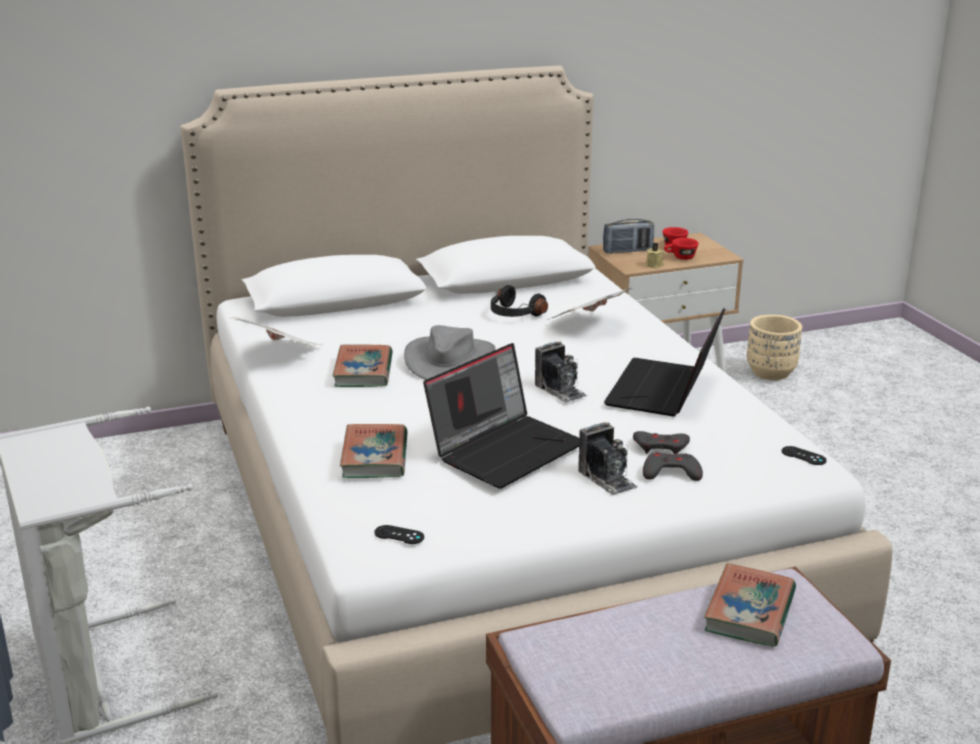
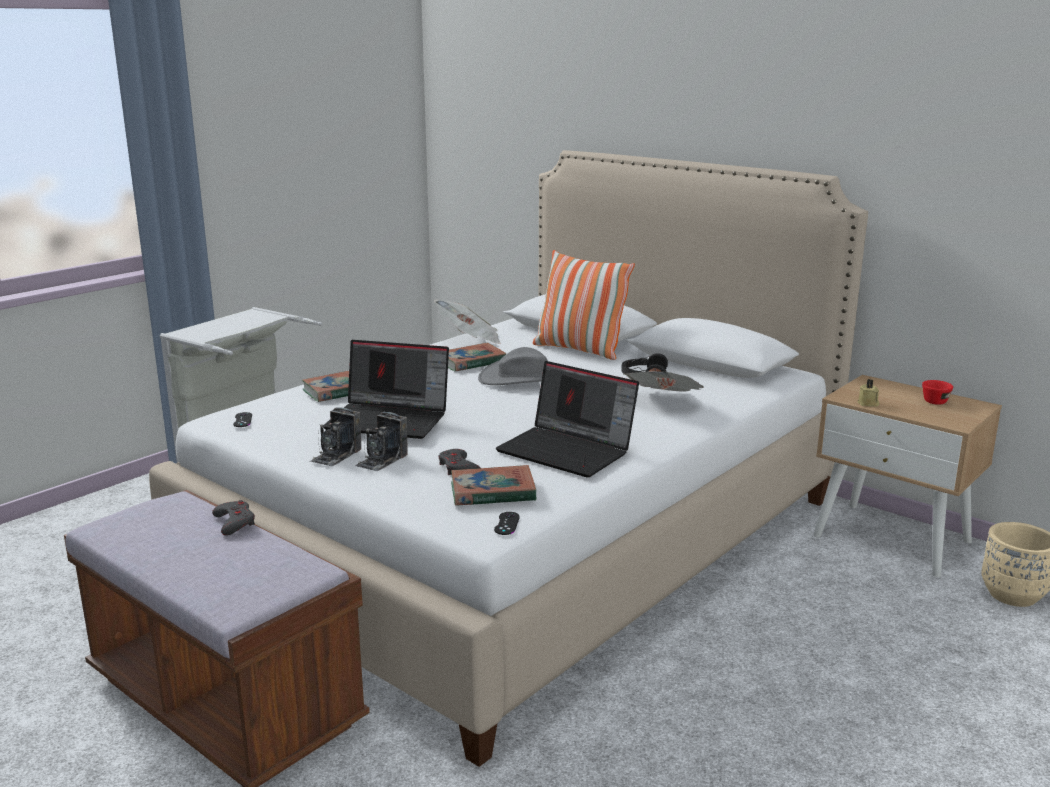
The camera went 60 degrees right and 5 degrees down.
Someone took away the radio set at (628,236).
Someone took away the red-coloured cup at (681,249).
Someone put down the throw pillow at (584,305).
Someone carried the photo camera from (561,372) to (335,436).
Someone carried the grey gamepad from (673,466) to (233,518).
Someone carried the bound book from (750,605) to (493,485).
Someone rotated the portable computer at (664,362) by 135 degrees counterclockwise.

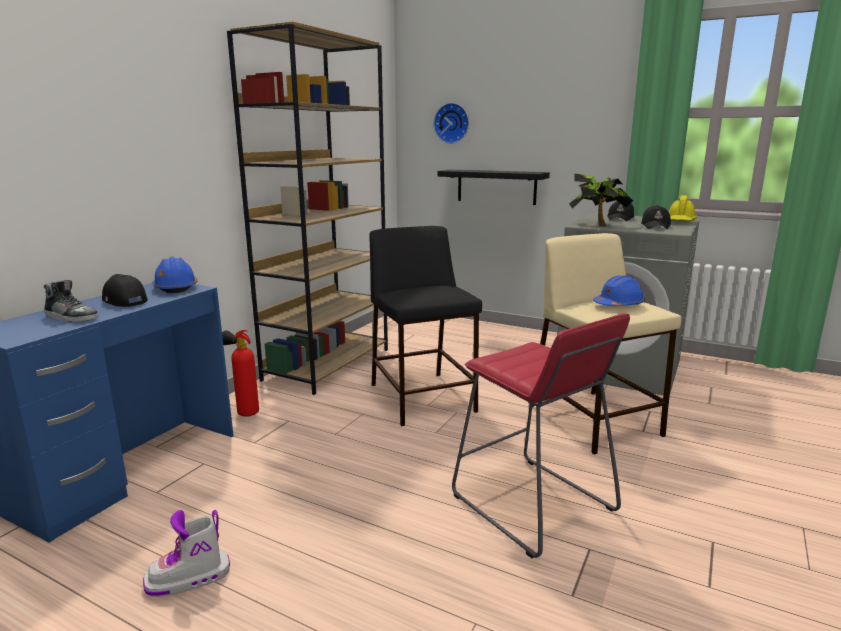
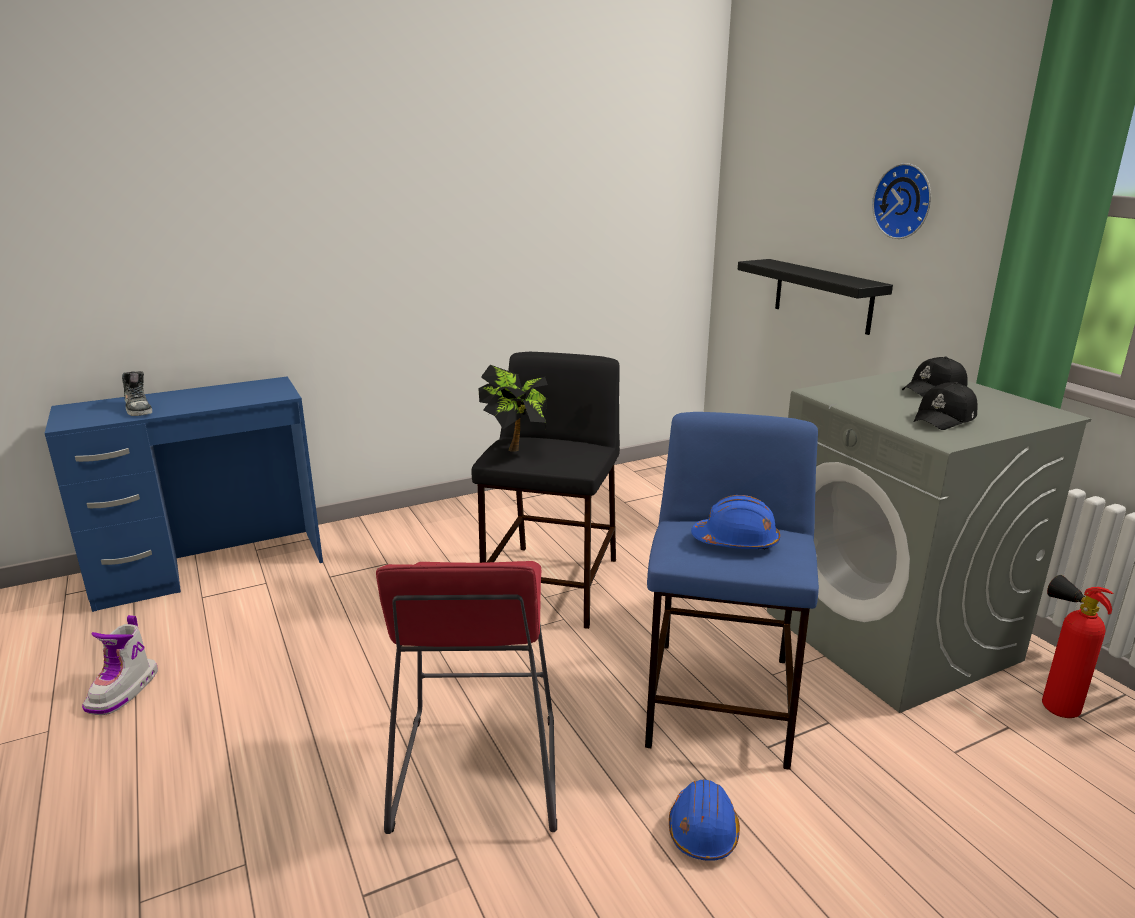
The camera went 35 degrees right and 5 degrees up.
Someone took away the black-coloured peaked cap at (125,290).
Someone took away the brown-coloured bookshelf at (307,208).
Someone took away the yellowish work helmet at (683,208).
Someone carried the blue-coloured work helmet from (175,275) to (704,820).
Someone carried the fire-fighting cylinder from (240,373) to (1077,646).
Someone carried the clock on the wall from (451,123) to (901,201).
Someone carried the potted plant from (601,199) to (513,408).
Someone repainted the beige-coloured sitting stool at (605,344), which became the blue-coloured sitting stool at (732,591).
Someone rotated the tall boot at (186,553) by 90 degrees counterclockwise.

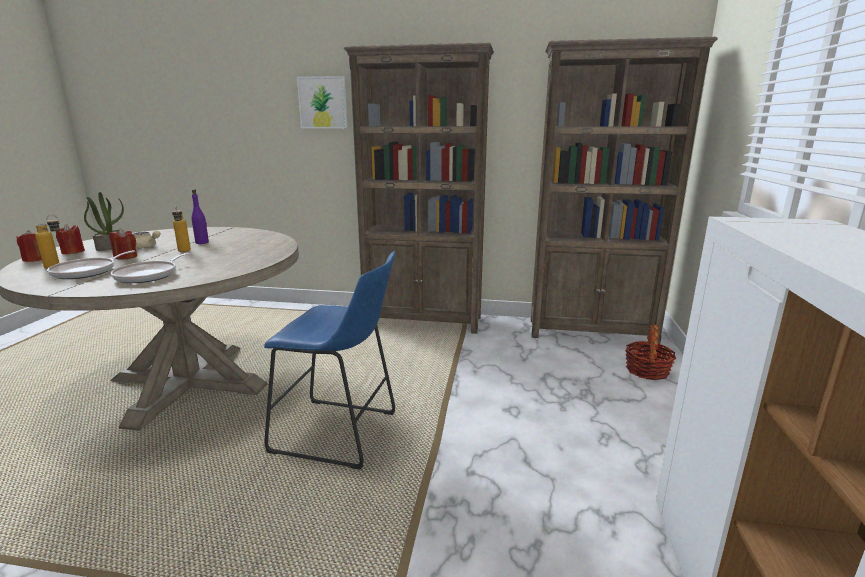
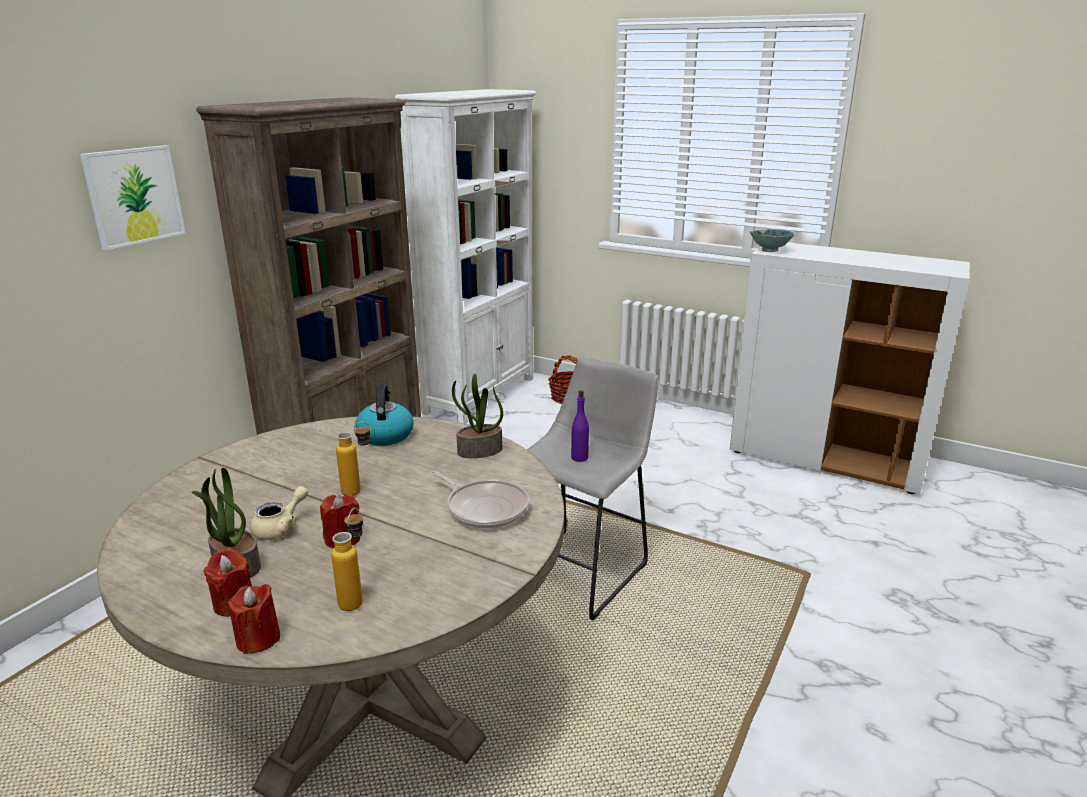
The camera went 70 degrees left and 5 degrees up.
Someone took away the skillet at (91,264).
Someone put down the kettle at (384,415).
Someone put down the potted plant at (477,416).
Someone put down the serving bowl at (772,240).
Someone carried the purple beverage bottle from (200,217) to (580,426).
Someone repainted the blue-coloured sitting stool at (330,360), which became the grey sitting stool at (592,489).
Someone repainted the brown-coloured bookshelf at (624,190), which became the white bookshelf at (465,256).

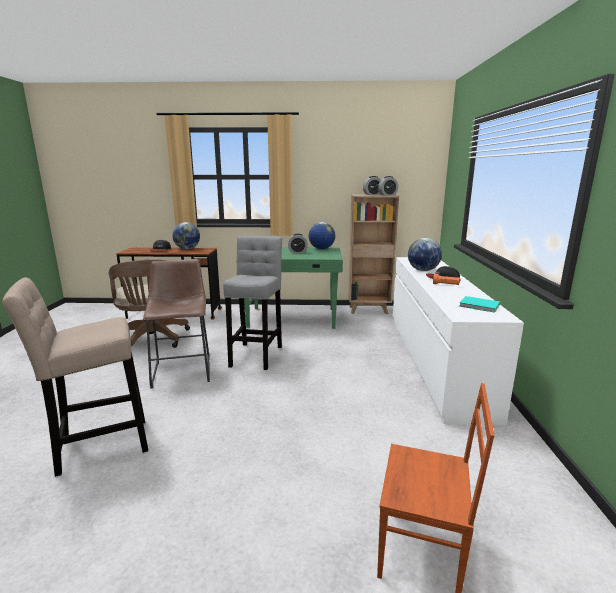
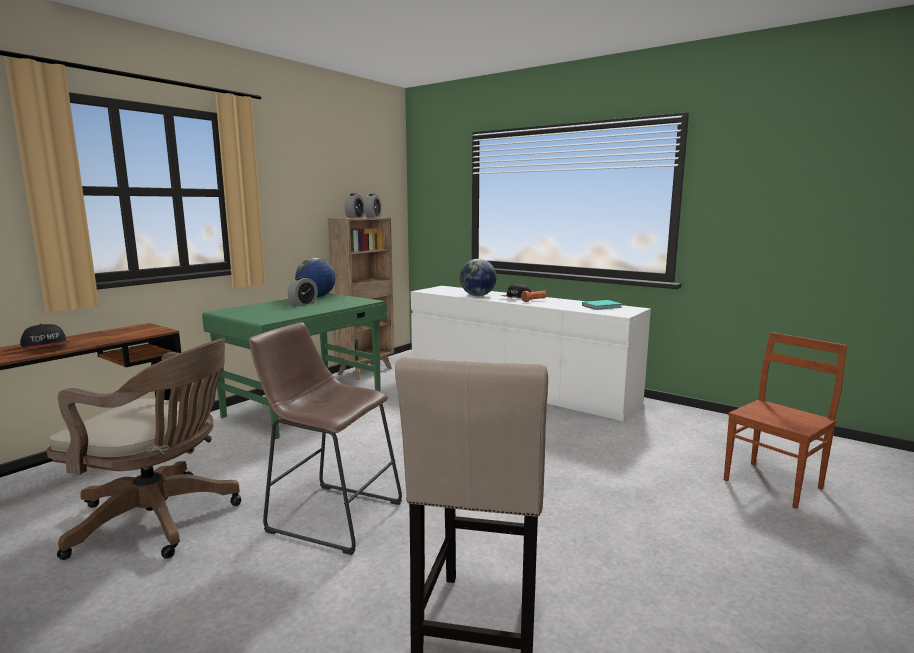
The camera went 55 degrees left and 5 degrees down.
Someone took away the world globe at (186,235).
Someone took away the grey sitting stool at (252,303).

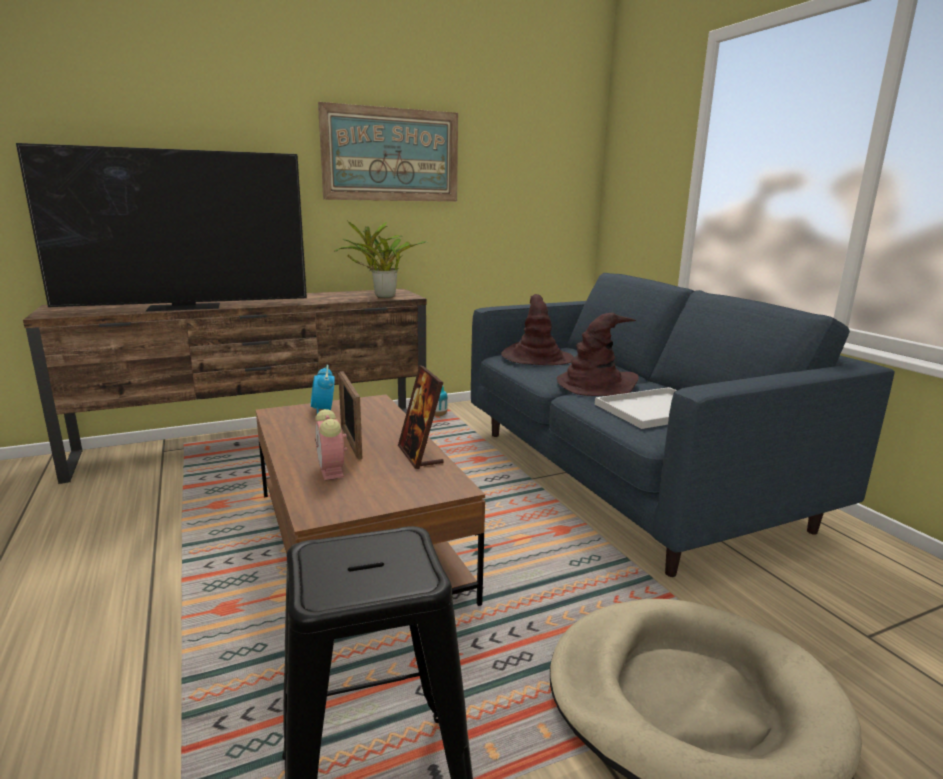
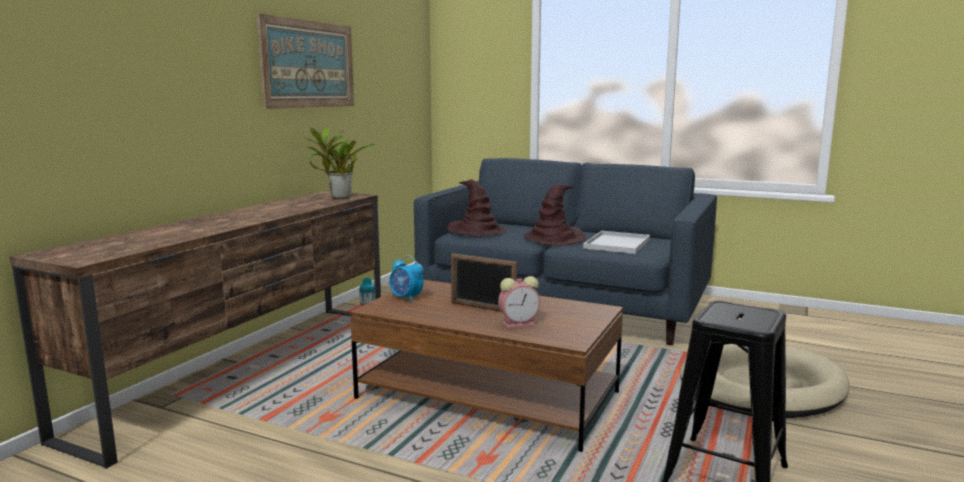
The camera went 40 degrees left and 5 degrees down.
Someone took away the television at (161,227).
Someone took away the standing frame at (421,417).
Someone rotated the bedside clock at (331,444) by 45 degrees counterclockwise.

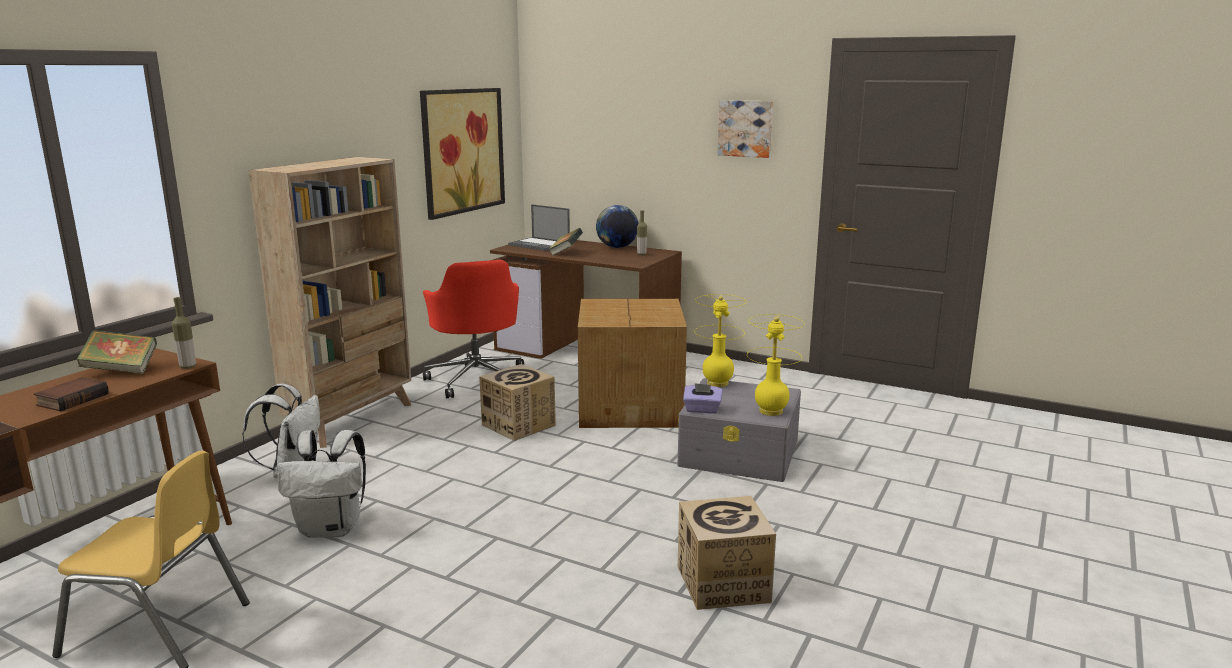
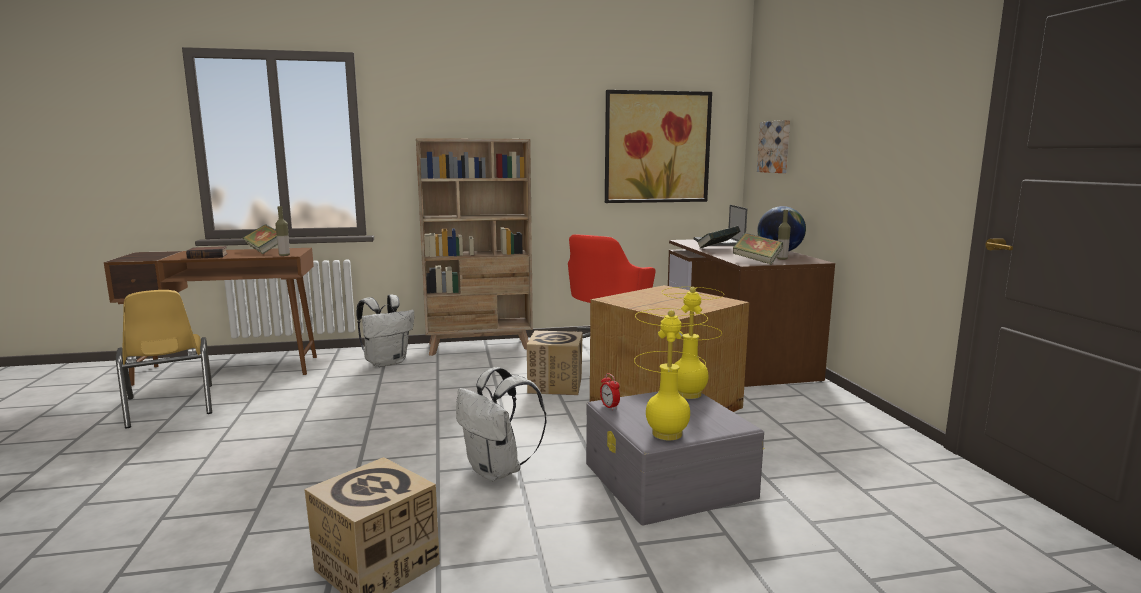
The camera went 50 degrees right and 5 degrees down.
Someone put down the bound book at (758,248).
Someone carried the white knapsack from (321,484) to (501,424).
Someone carried the wall art from (745,129) to (773,146).
Someone swapped the purple tissue box at (703,398) for the bedside clock at (610,391).

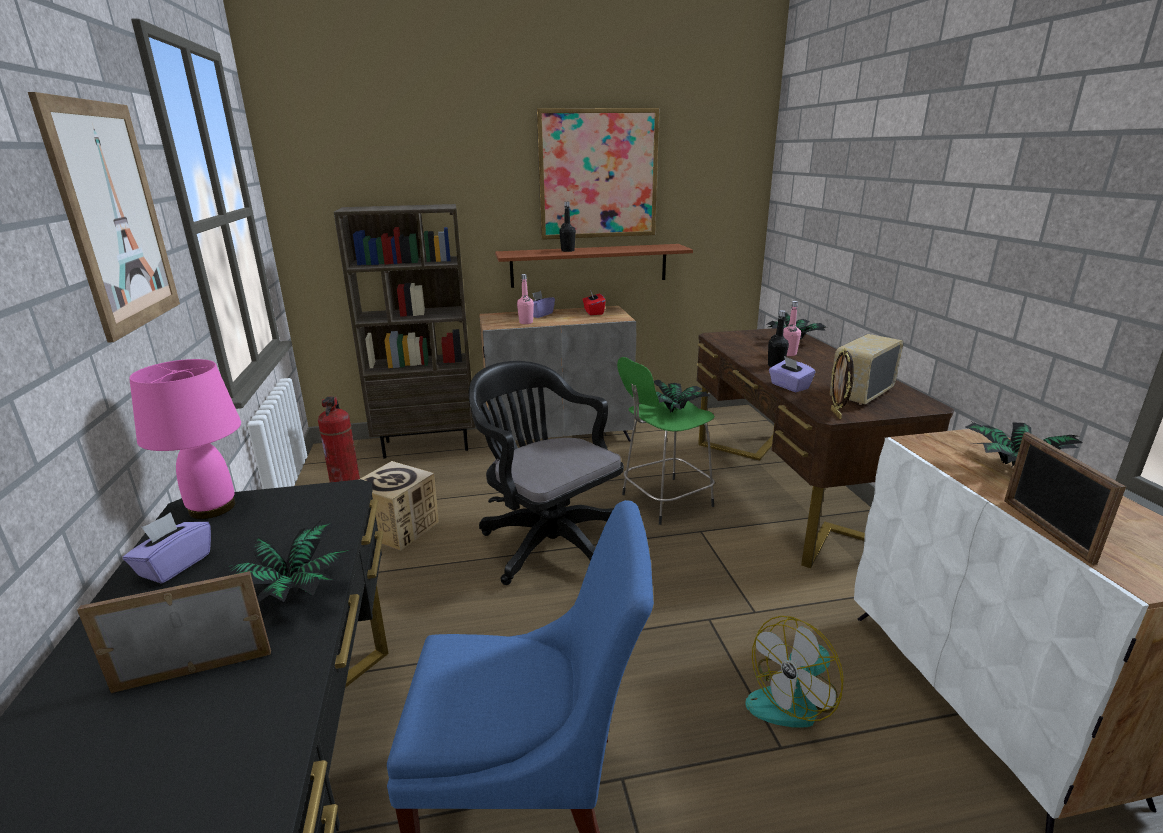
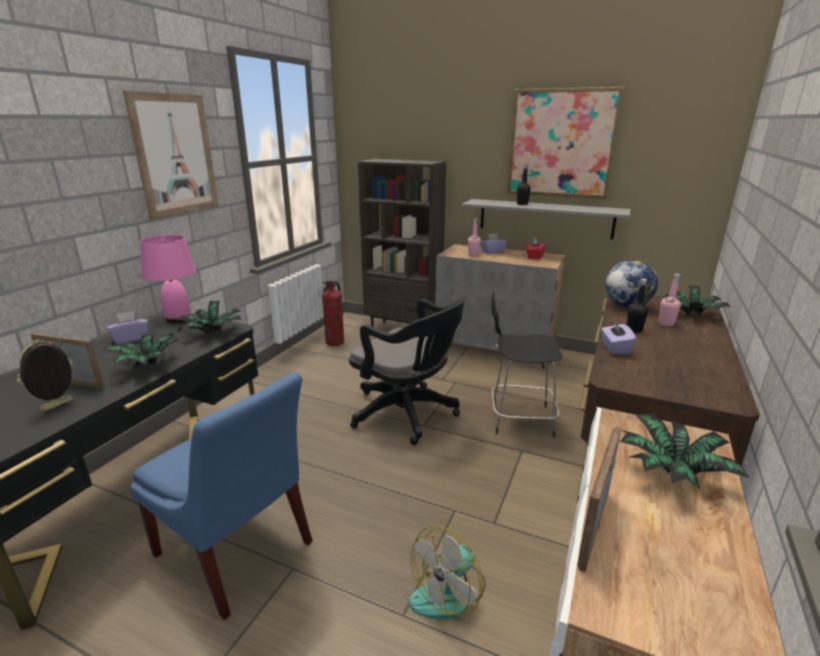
The camera went 35 degrees right and 0 degrees up.
Someone took away the packing box at (399,506).
Someone took away the radio set at (866,369).
Someone put down the world globe at (631,283).
Someone carried the potted plant from (682,397) to (209,317).
Someone carried the standing frame from (842,383) to (44,375).
Someone repainted the brown-coloured bracket shelf at (594,266), which became the grey bracket shelf at (546,219).
Someone repainted the greenish sitting stool at (666,441), which became the black-coloured sitting stool at (527,365).
Someone rotated the black-coloured computer chair at (546,473) by 135 degrees clockwise.
Someone rotated the fan at (794,672) by 45 degrees counterclockwise.

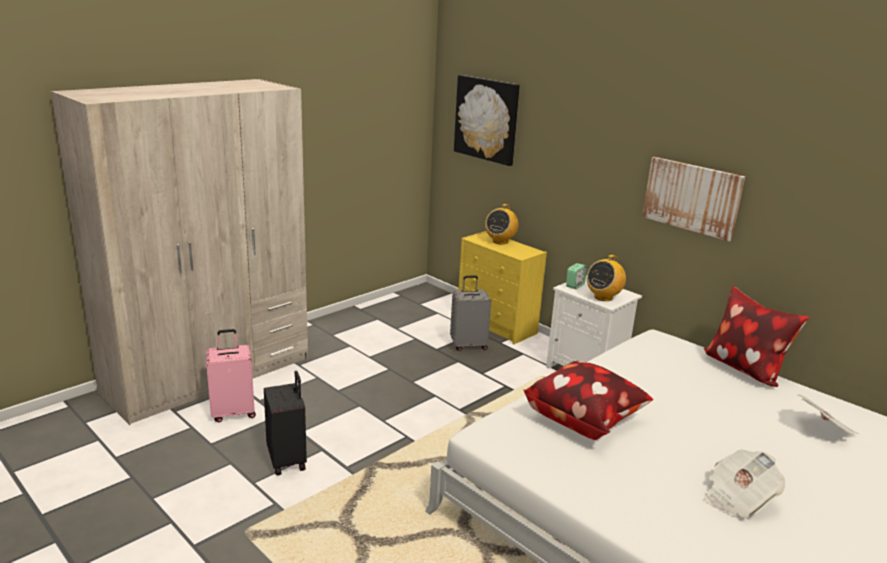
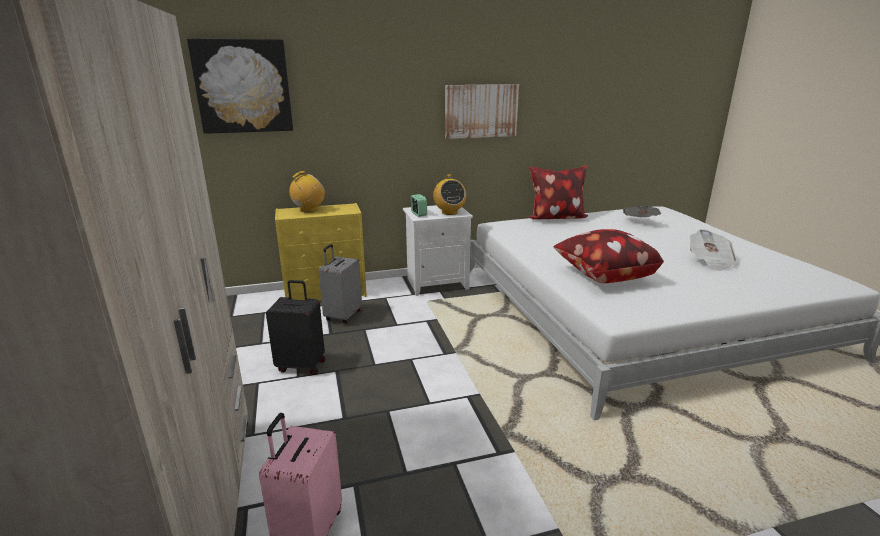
The camera went 60 degrees left and 0 degrees up.
Someone carried the black-coloured piece of luggage from (285,423) to (295,327).
Someone rotated the radio set at (501,224) by 105 degrees counterclockwise.

